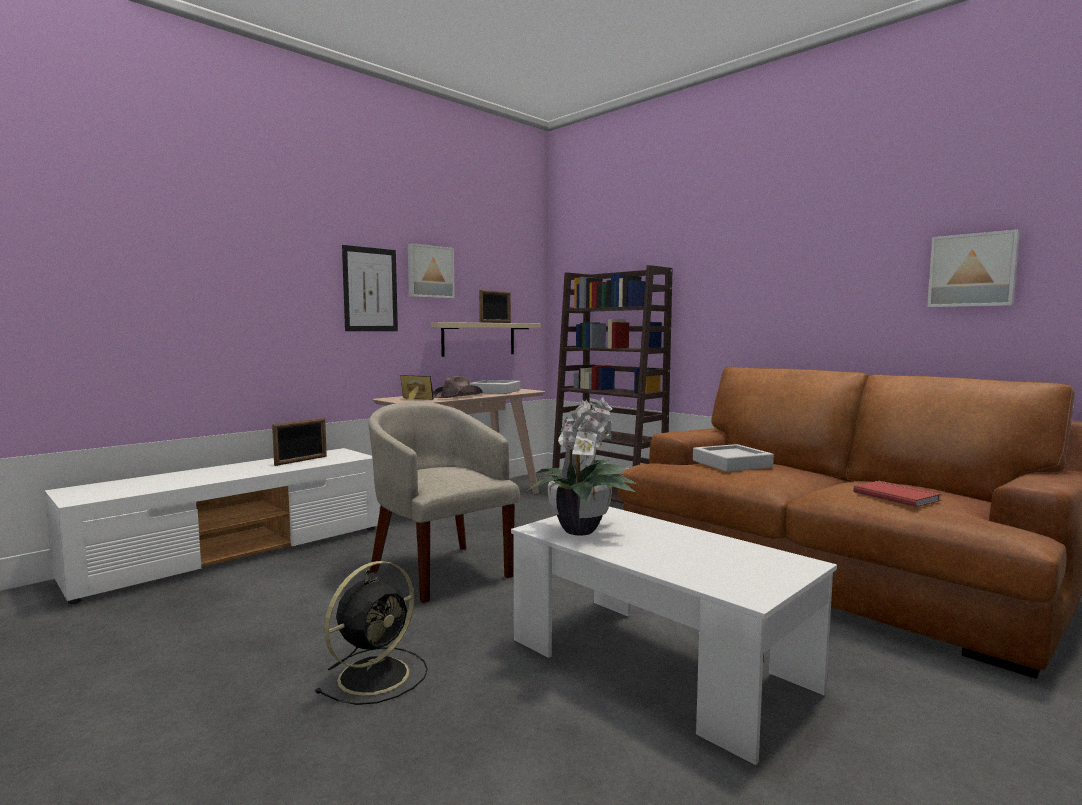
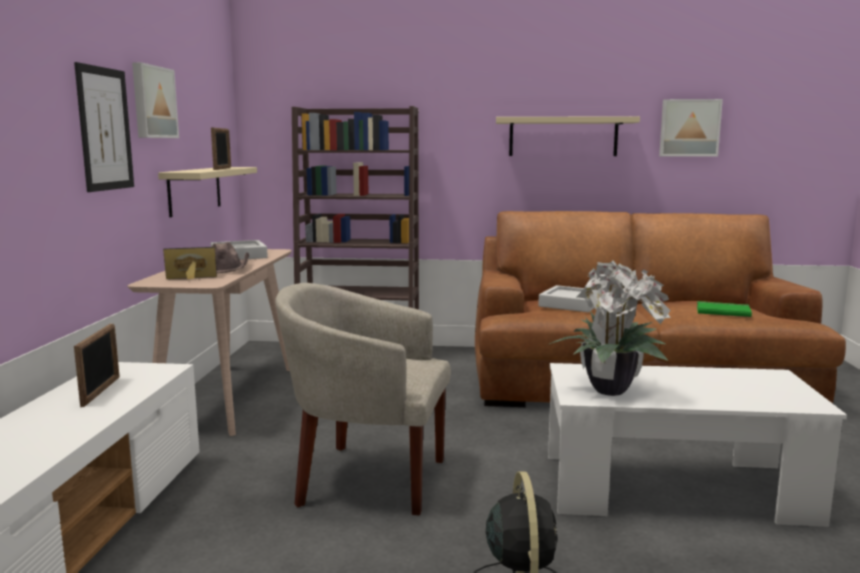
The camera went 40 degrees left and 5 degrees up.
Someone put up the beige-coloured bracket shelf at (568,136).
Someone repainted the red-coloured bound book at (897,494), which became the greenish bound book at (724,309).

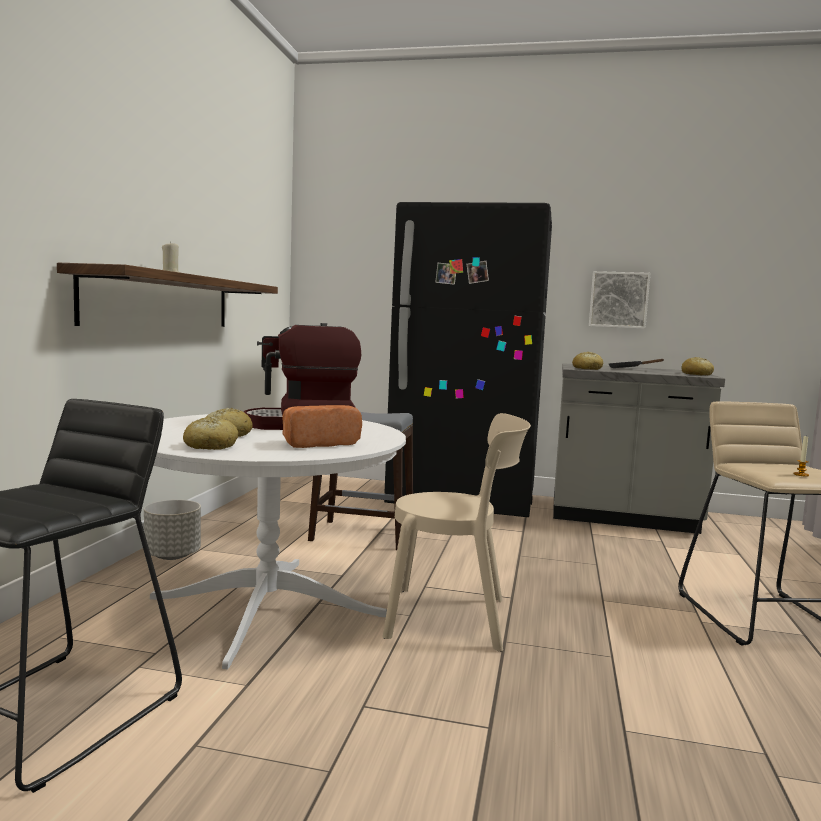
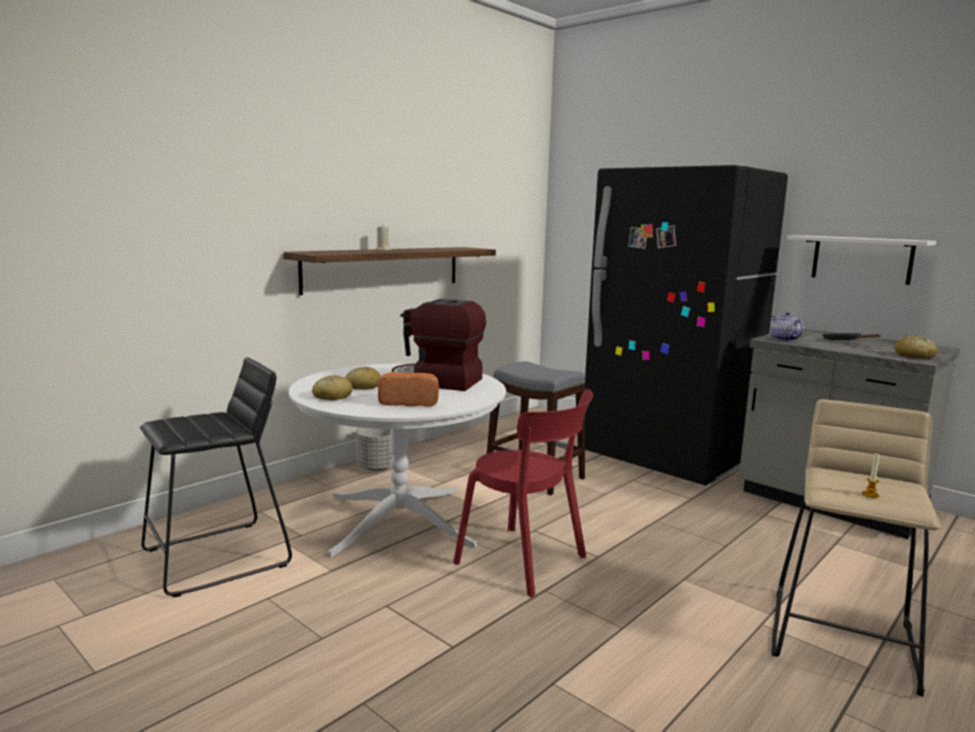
The camera went 30 degrees right and 5 degrees up.
Someone swapped the bread at (587,361) for the tea pot at (787,326).
Someone swapped the wall art at (620,300) for the white bracket shelf at (861,260).
Someone repainted the beige-coloured plain chair at (457,532), which became the red-coloured plain chair at (523,493).

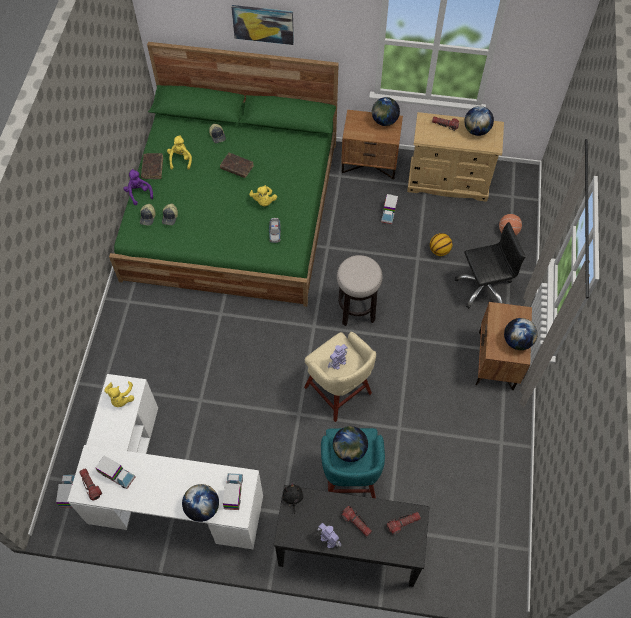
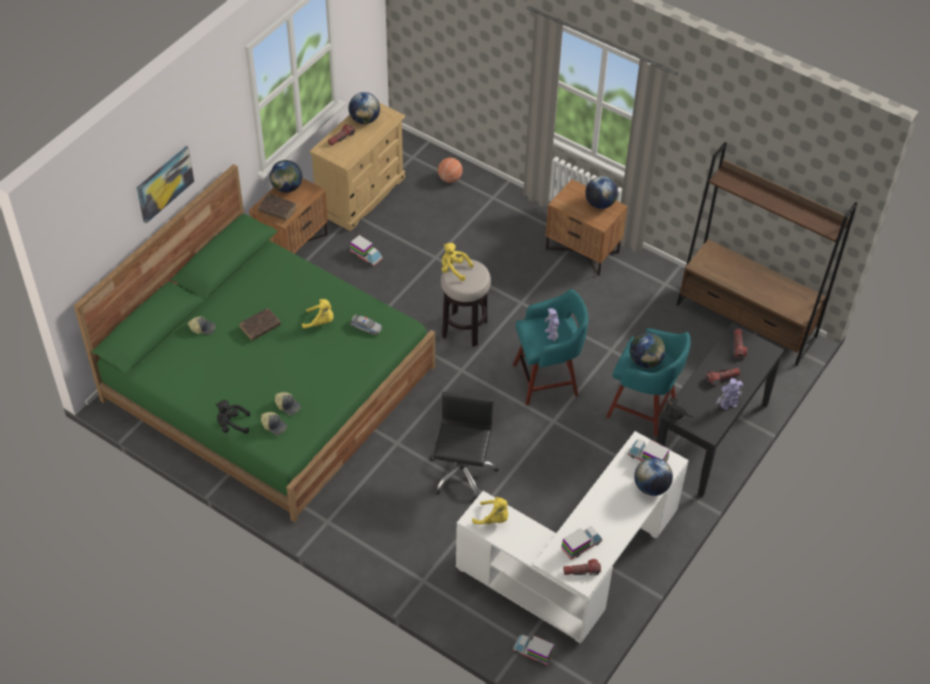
The camera went 65 degrees left and 10 degrees down.
Someone took away the ball for basketball at (441,244).
Someone put down the brown-coloured bookshelf at (767,254).
Someone carried the brown-coloured bound book from (152,166) to (277,207).
Someone carried the yellowish plush toy from (179,152) to (457,262).
Someone carried the black-coloured computer chair from (490,265) to (464,446).
Someone repainted the purple plush toy at (138,187), which became the black-coloured plush toy at (232,417).
Someone repainted the beige-coloured sitting stool at (340,377), which became the turquoise sitting stool at (550,347).

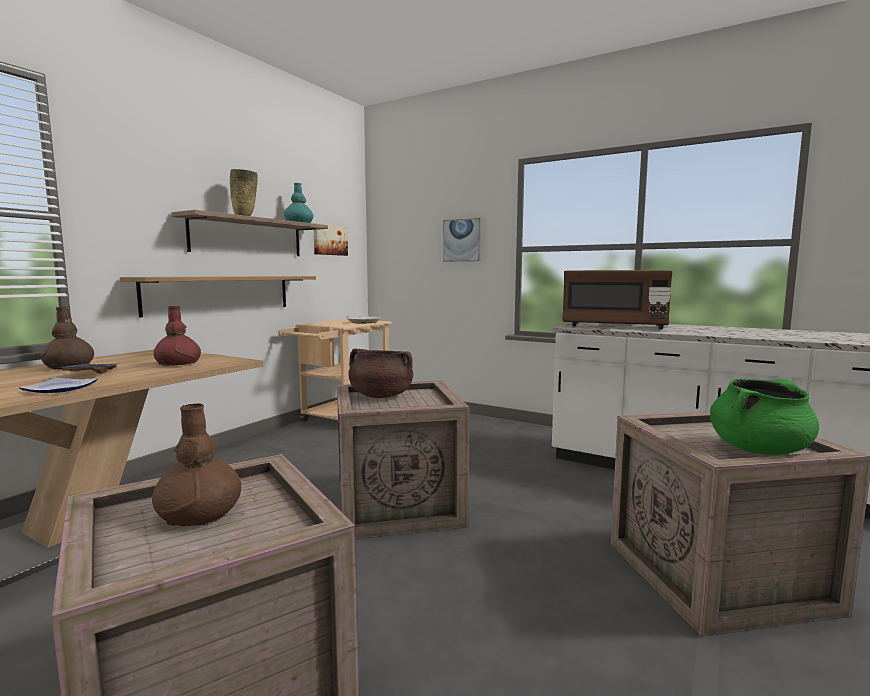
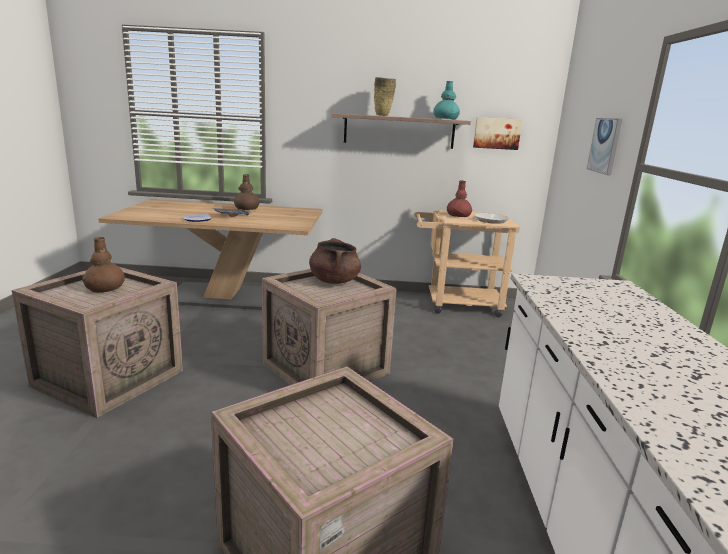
The camera went 60 degrees right and 10 degrees up.
Someone took away the bracket shelf at (218,296).
Someone took away the brown-coloured kitchen microwave at (617,299).
Someone took away the greenish cooking pot at (764,416).
Someone carried the red-coloured decorative vase from (177,336) to (459,199).

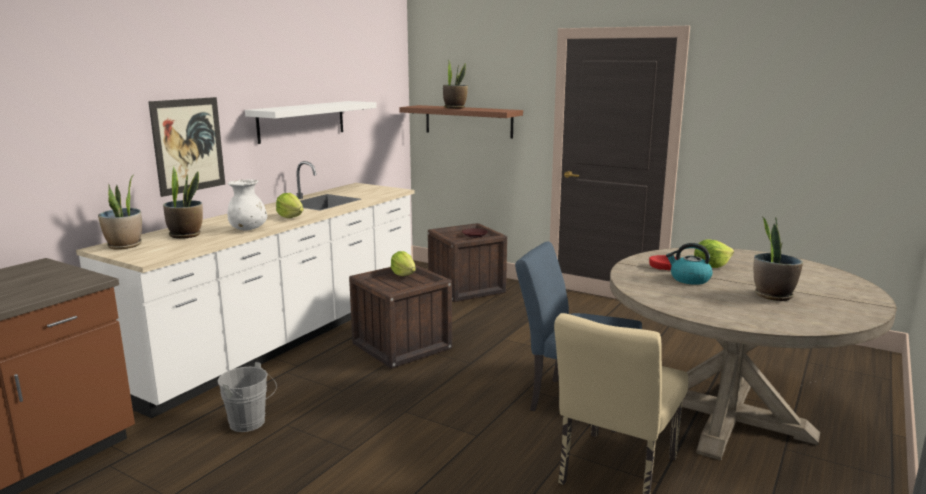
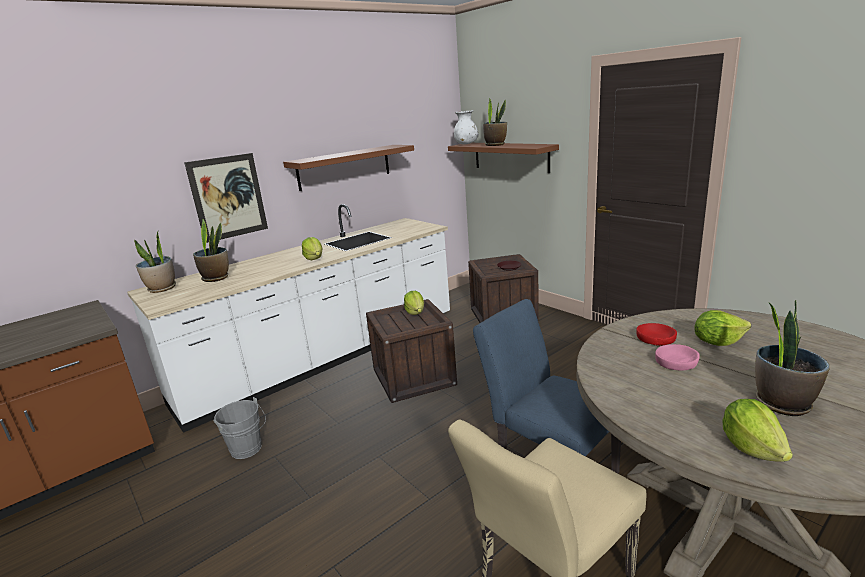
The camera went 20 degrees right and 5 degrees up.
Someone put down the lettuce at (757,430).
Someone carried the white decorative vase from (247,204) to (466,127).
Someone swapped the kettle at (689,264) for the pinkish serving bowl at (677,357).
Someone repainted the white bracket shelf at (311,122), which became the brown-coloured bracket shelf at (348,168).

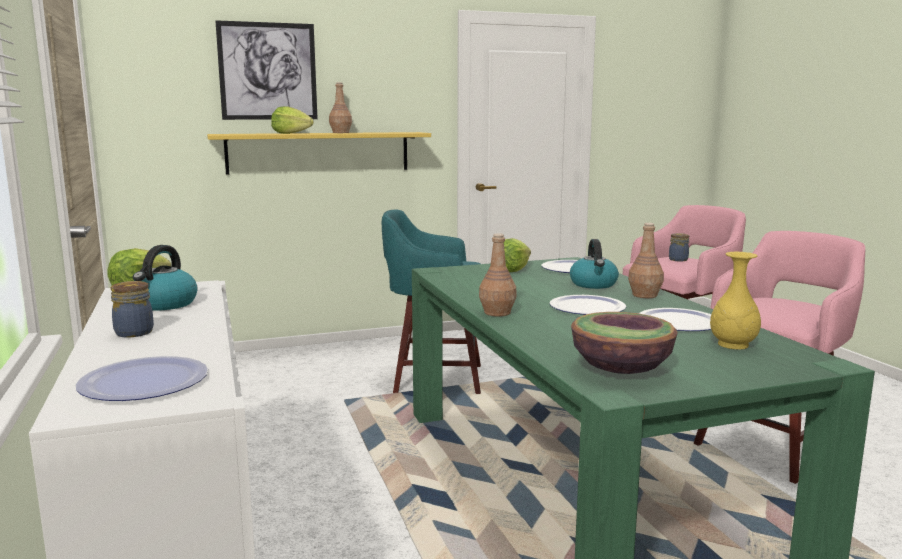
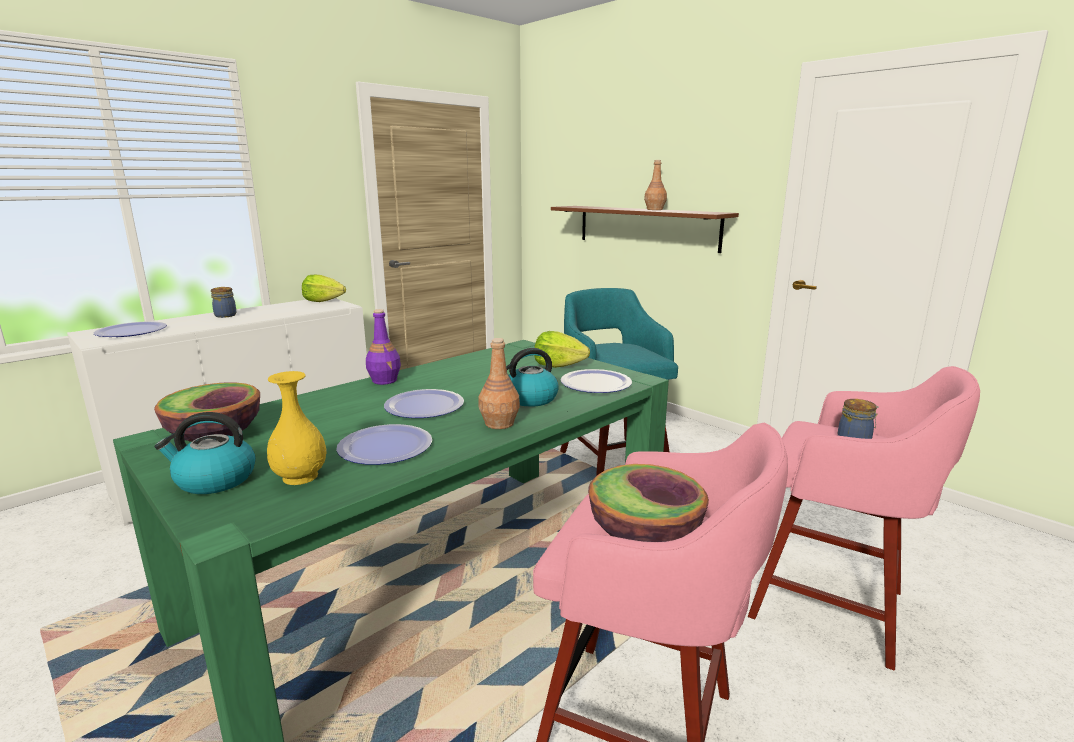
The camera went 65 degrees right and 5 degrees up.
Someone took away the wall art at (266,70).
Someone took away the lettuce at (292,120).
Someone put down the serving bowl at (648,503).
Someone carried the kettle from (165,278) to (205,453).
Someone repainted the yellowish bracket shelf at (319,153), which became the brown-coloured bracket shelf at (645,229).
Someone repainted the brown-coloured beverage bottle at (498,275), which became the purple beverage bottle at (383,347).

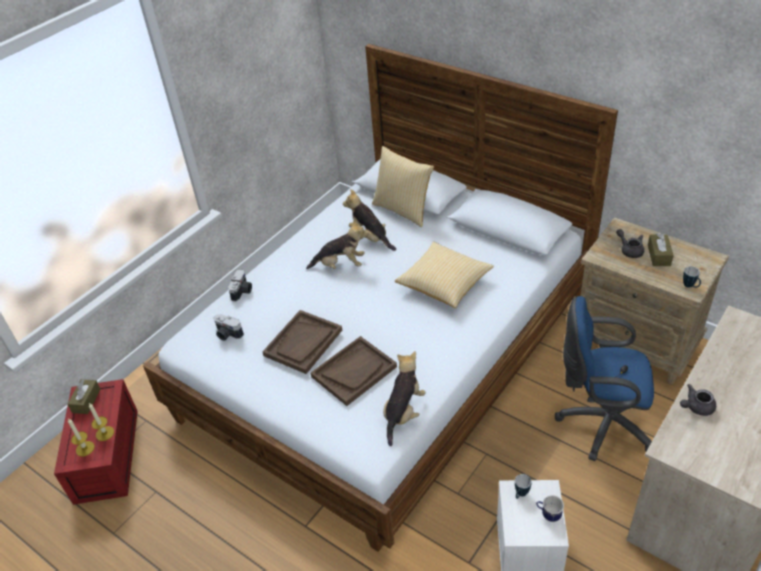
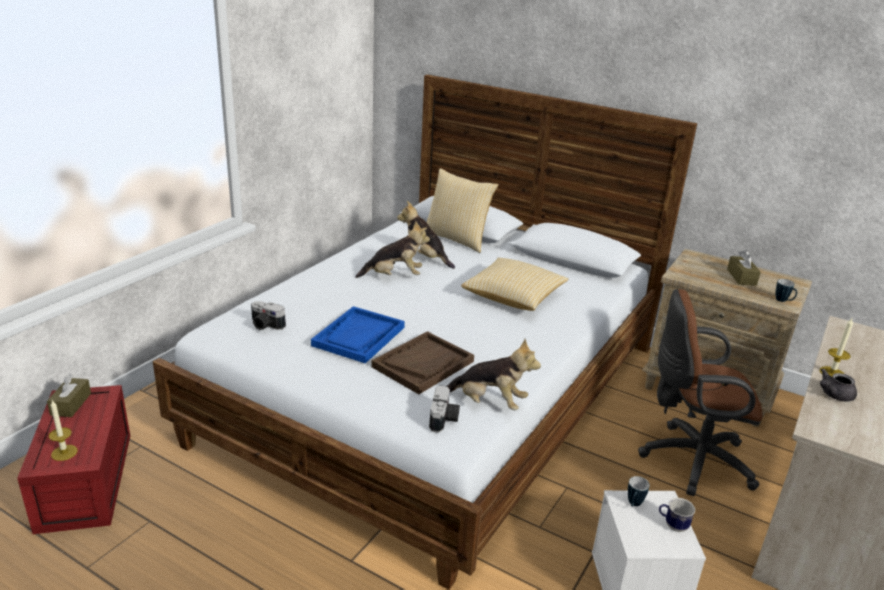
The camera went 10 degrees left and 15 degrees down.
Someone took away the grey tea pot at (630,243).
Someone carried the candle from (101,422) to (836,347).
Someone carried the photo camera from (240,285) to (444,409).
Someone repainted the brown-coloured serving tray at (302,342), which became the blue-coloured serving tray at (358,335).
Someone repainted the blue-coloured computer chair at (604,378), which became the brown-coloured computer chair at (700,392).
Someone rotated the plush toy at (404,398) by 90 degrees clockwise.

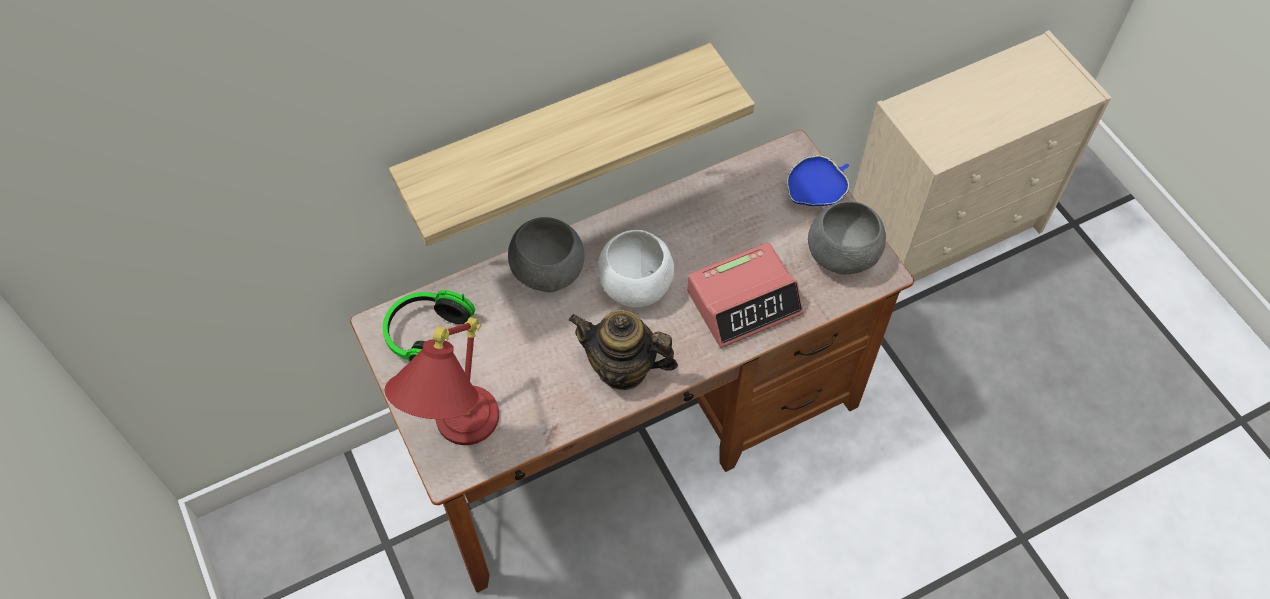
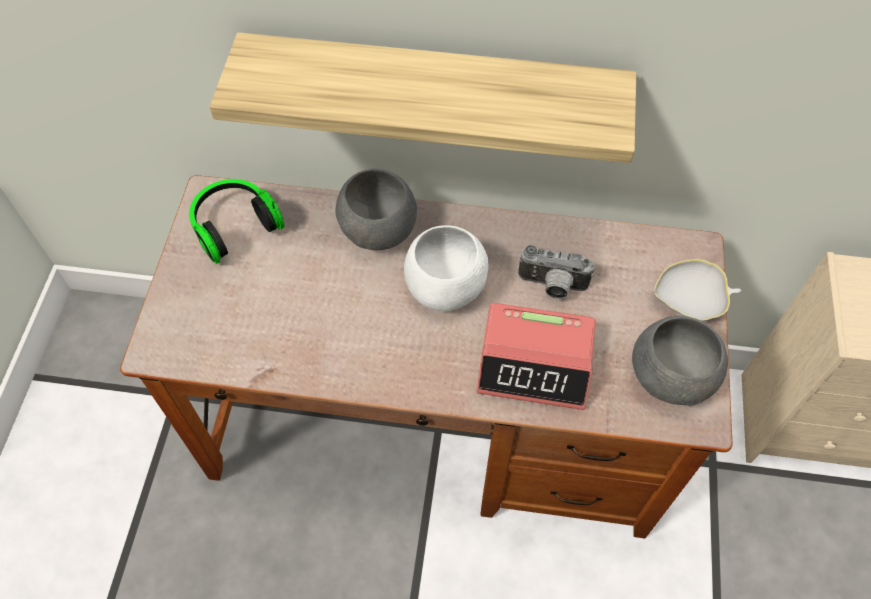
The camera went 35 degrees right and 0 degrees up.
Someone took away the red-coloured tabletop lamp at (441,381).
Someone took away the tea pot at (623,350).
Someone put down the photo camera at (556,272).
Someone repainted the blue-coloured serving bowl at (818,180), which became the white serving bowl at (697,290).

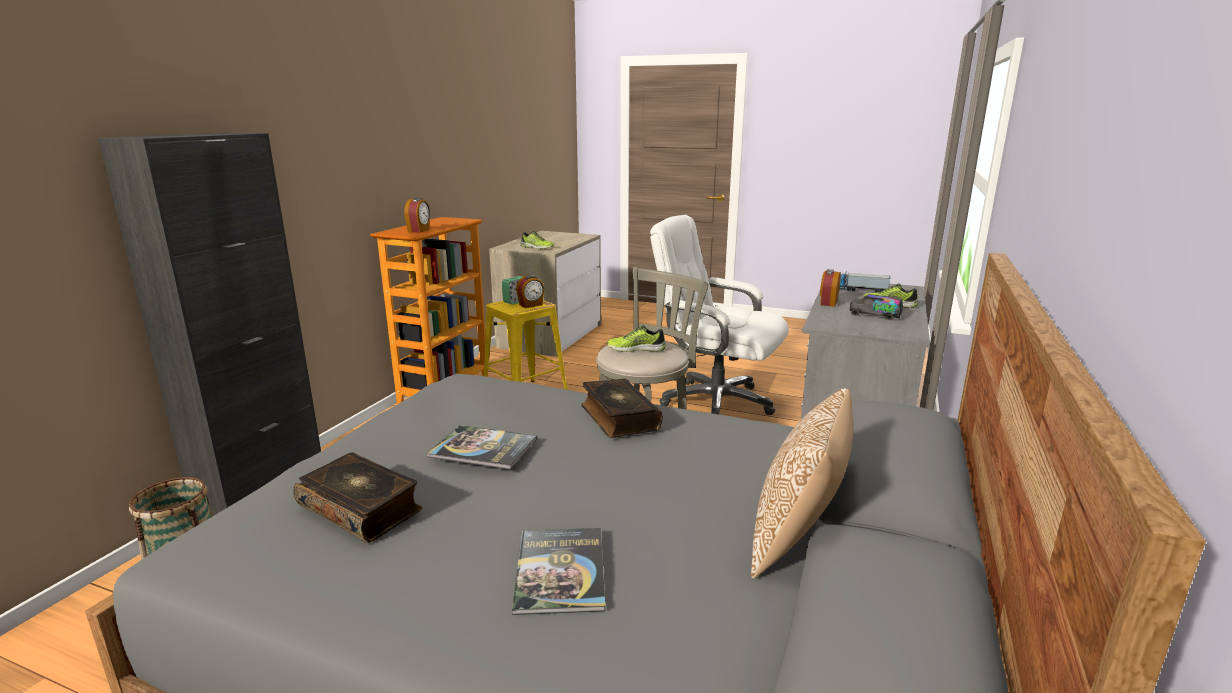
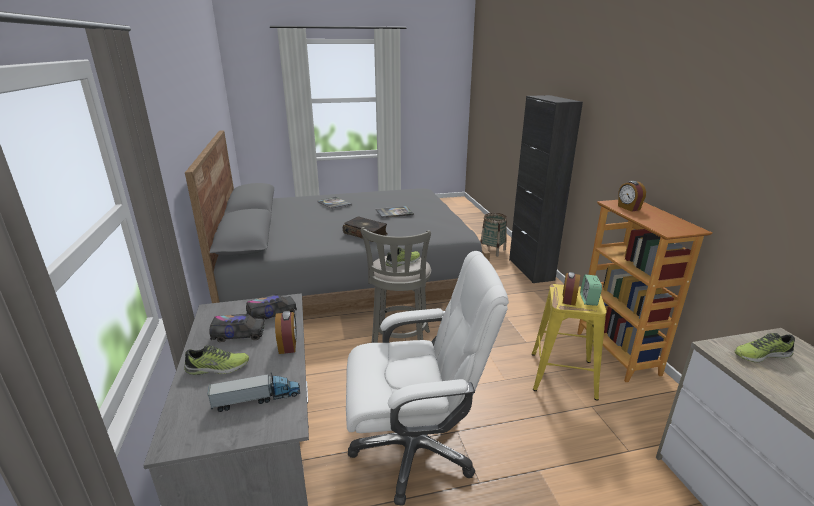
The camera went 145 degrees right and 5 degrees up.
Someone took away the bound book at (358,497).
Someone took away the throw pillow at (802,483).
Someone put down the toy truck at (271,307).

